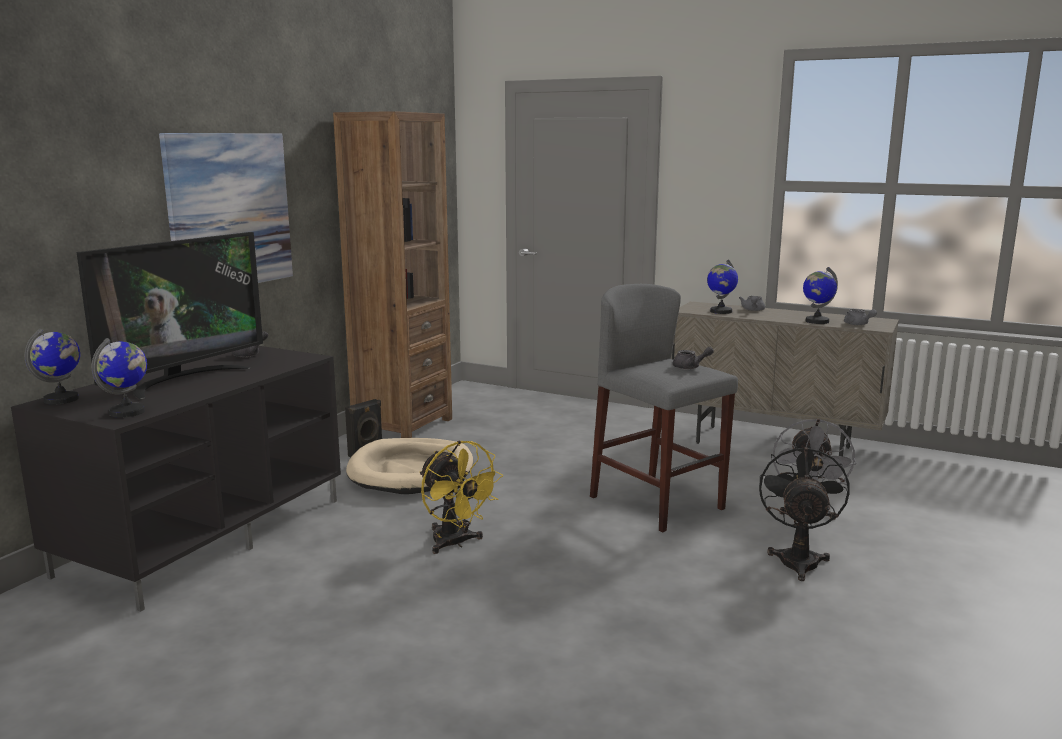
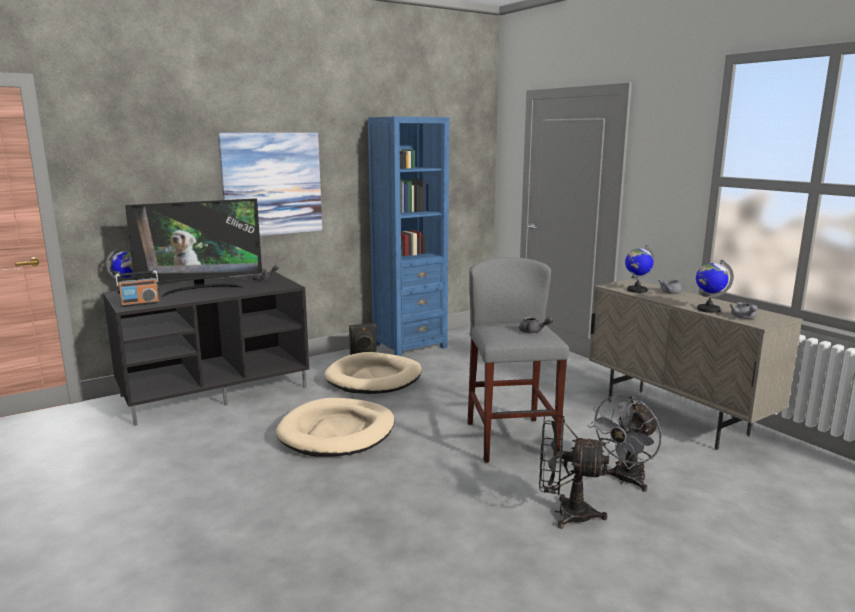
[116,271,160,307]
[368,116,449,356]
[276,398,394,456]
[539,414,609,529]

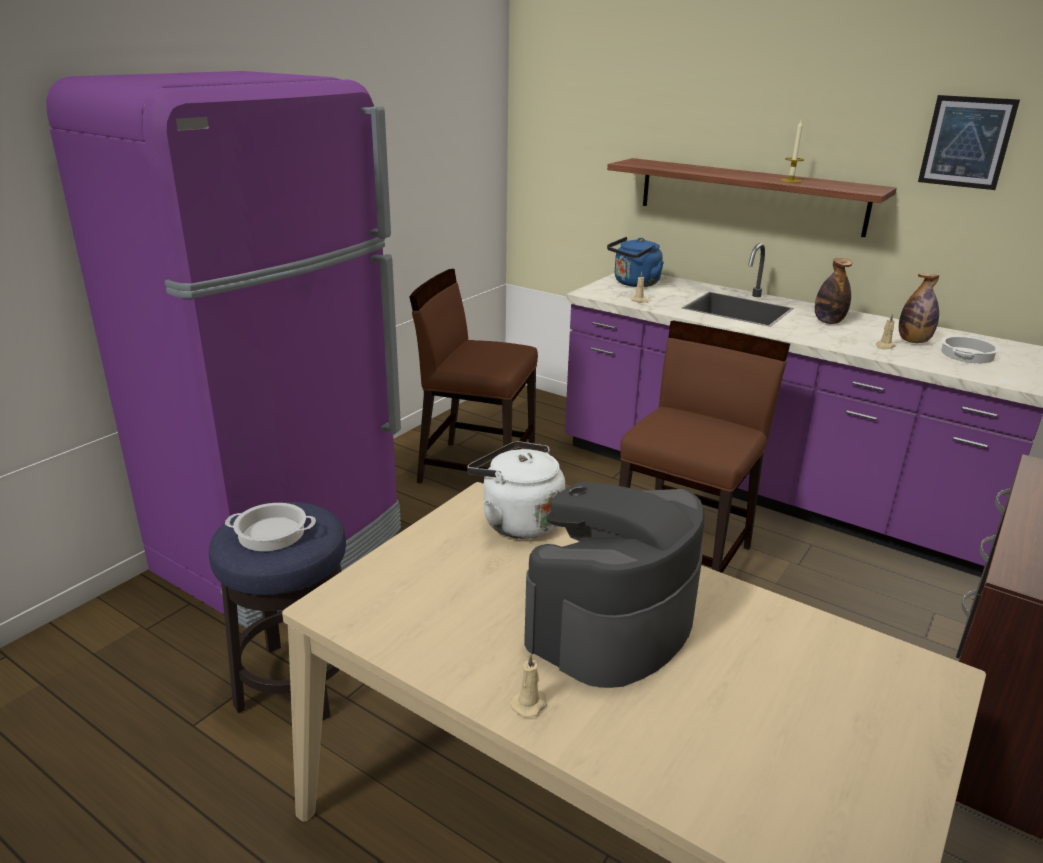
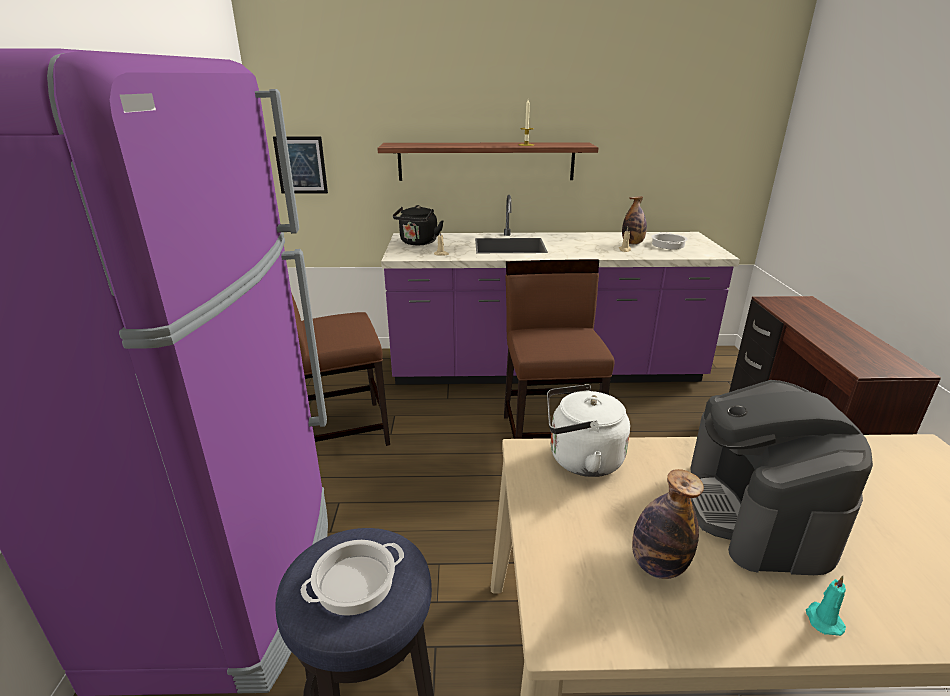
[806,576,846,636]
[393,205,444,245]
[632,469,704,579]
[273,136,328,194]

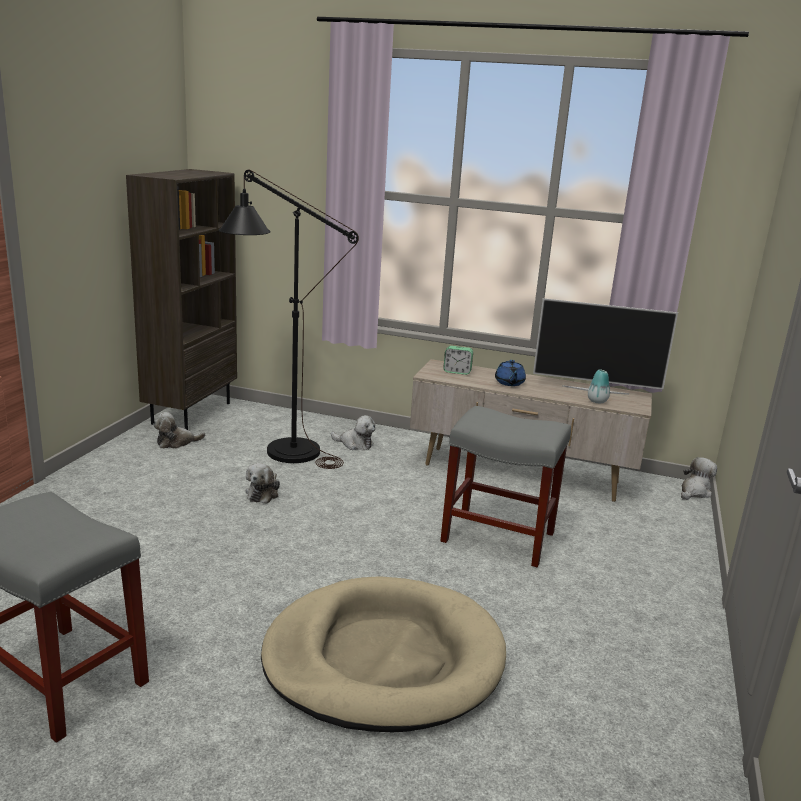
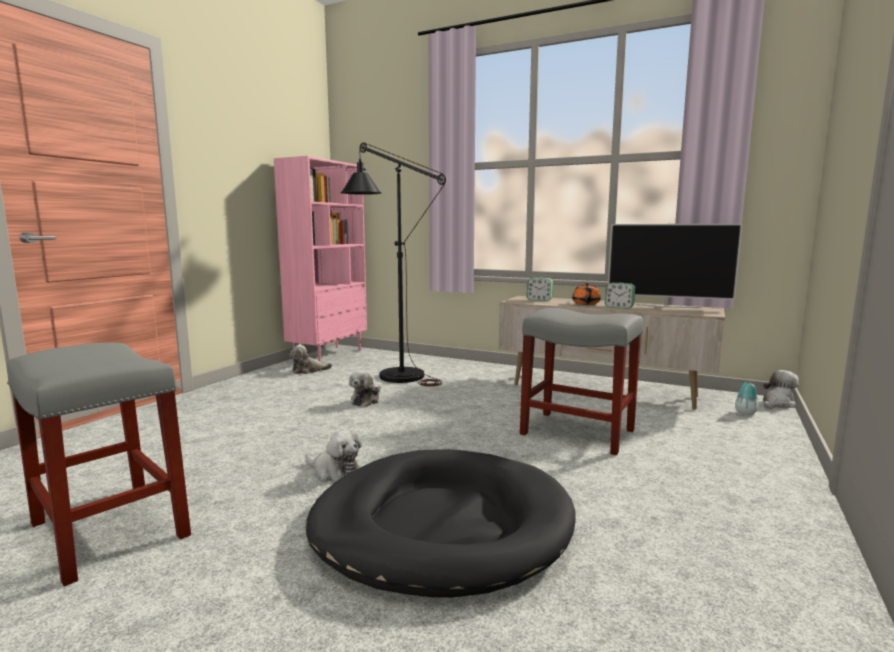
[274,156,367,362]
[306,449,576,598]
[305,429,362,482]
[572,282,601,305]
[735,382,758,415]
[605,283,635,309]

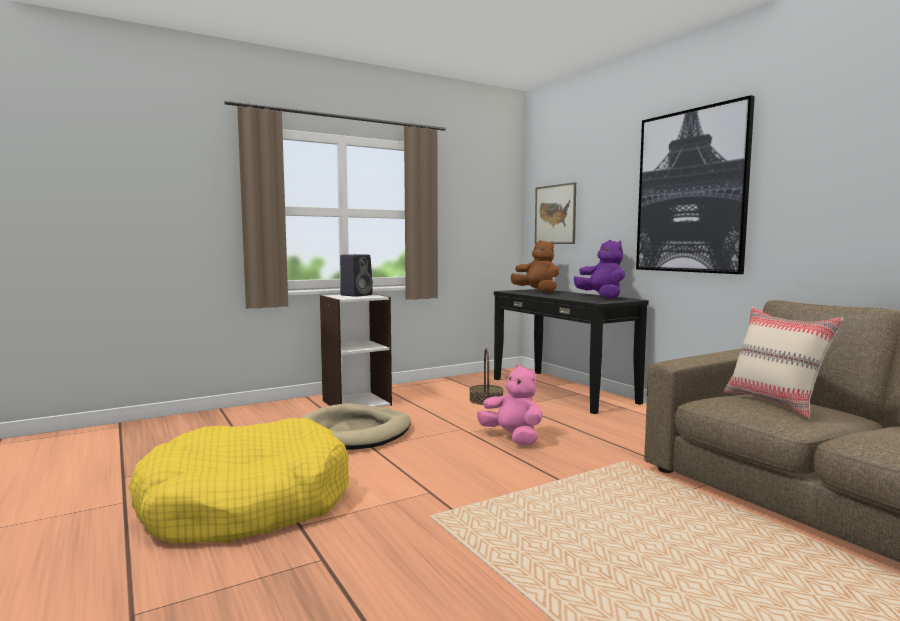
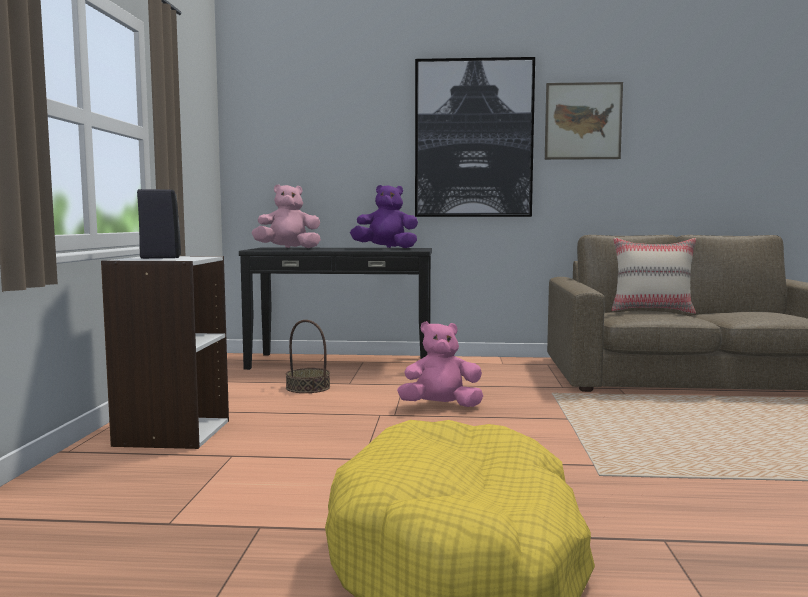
[301,403,411,450] (first image)
[251,184,321,248]
[545,82,623,160]

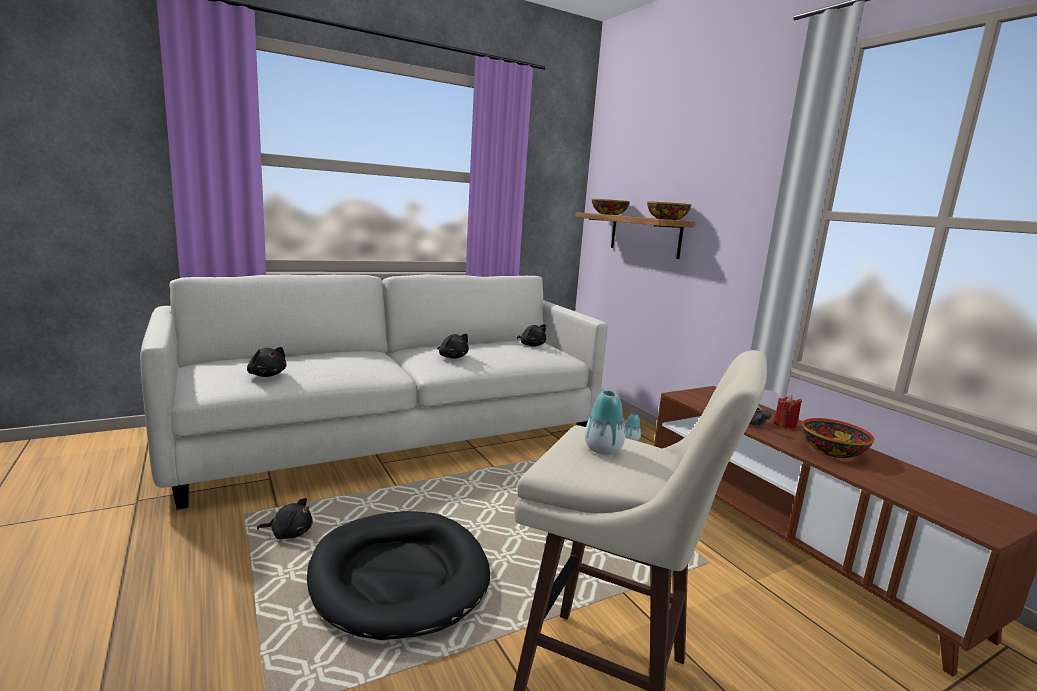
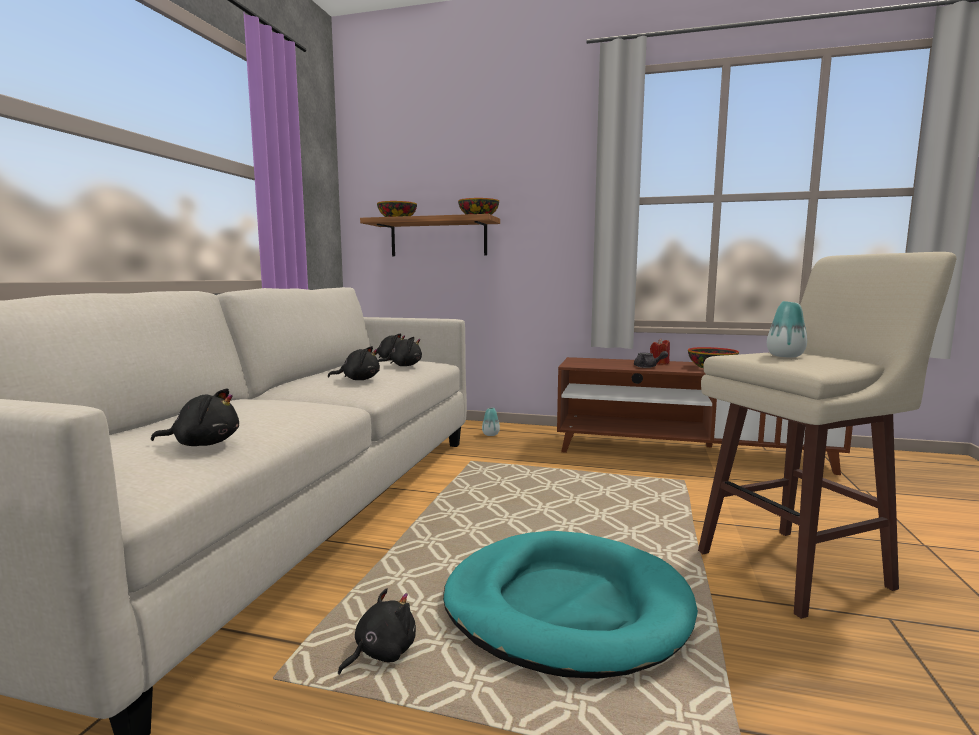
[443,531,698,679]
[378,337,422,366]

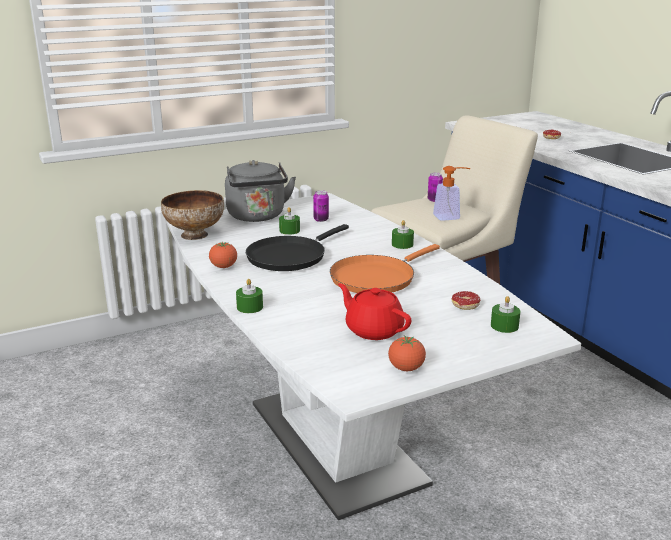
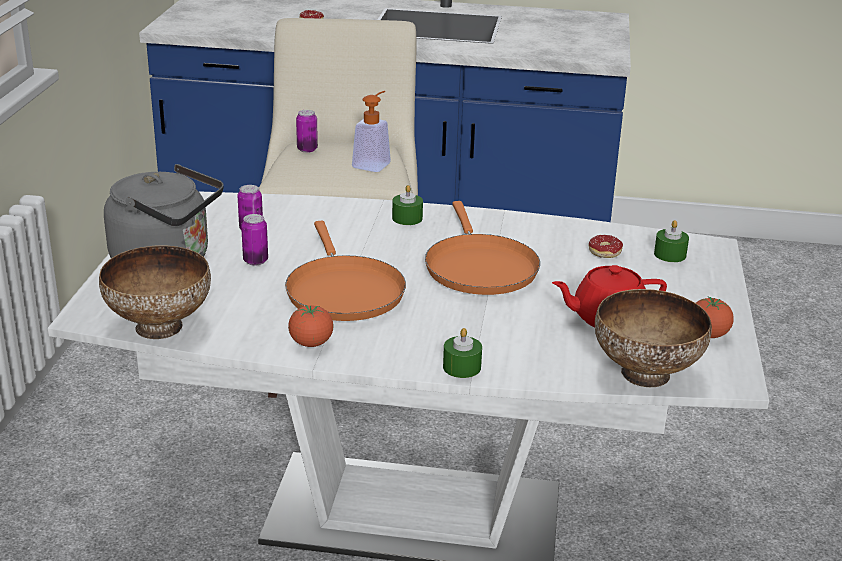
[285,221,406,321]
[241,214,268,266]
[595,289,712,387]

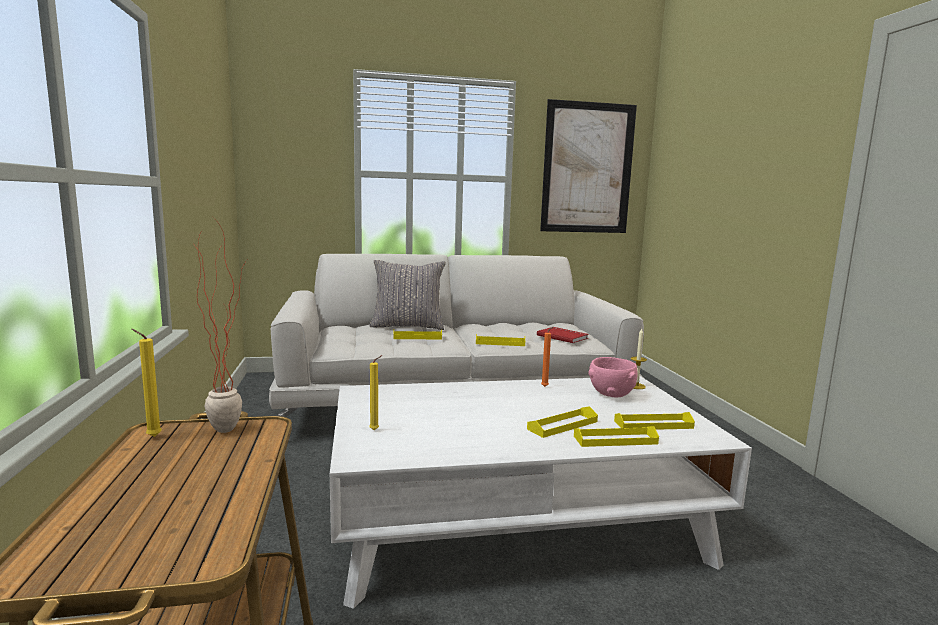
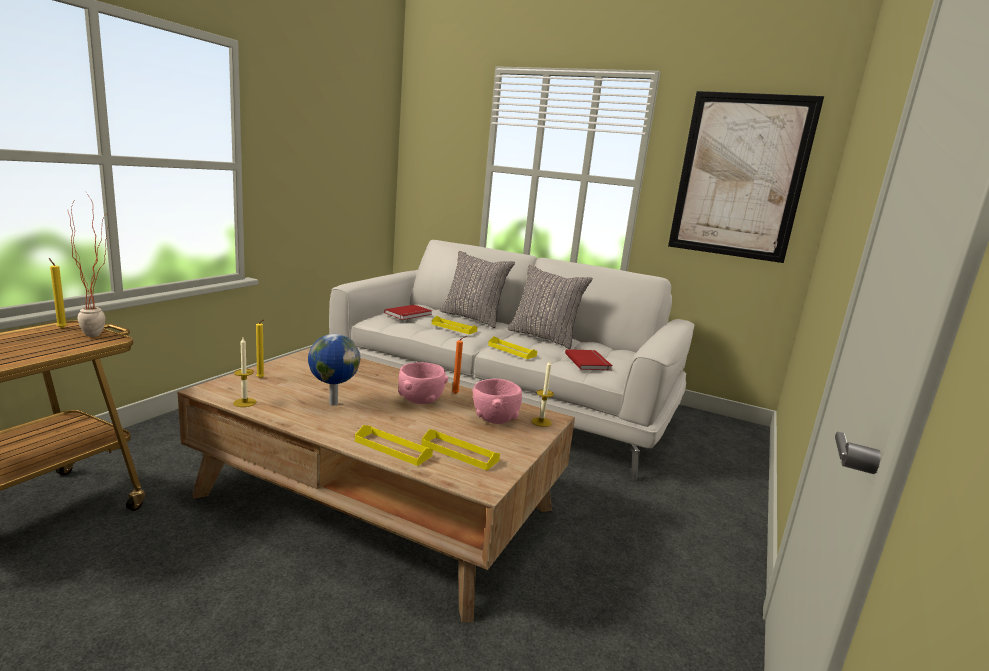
[177,348,575,622]
[527,406,598,438] (first image)
[233,338,256,407]
[308,334,360,405]
[384,305,432,320]
[398,362,448,404]
[507,265,593,349]

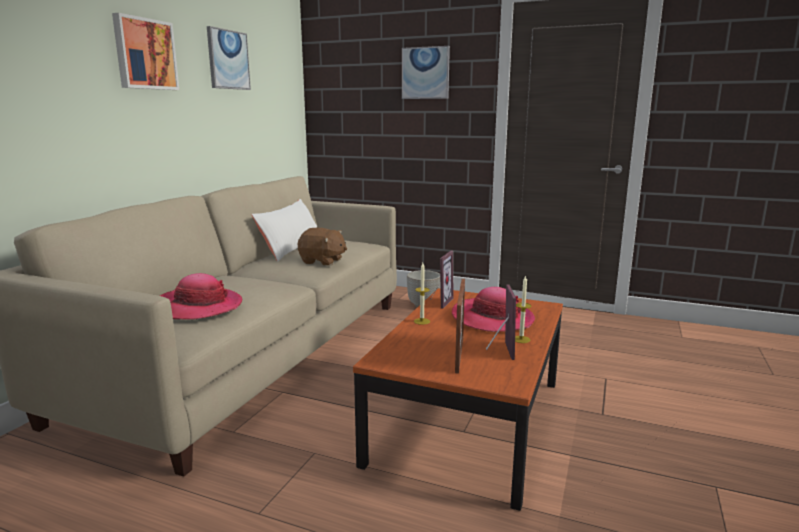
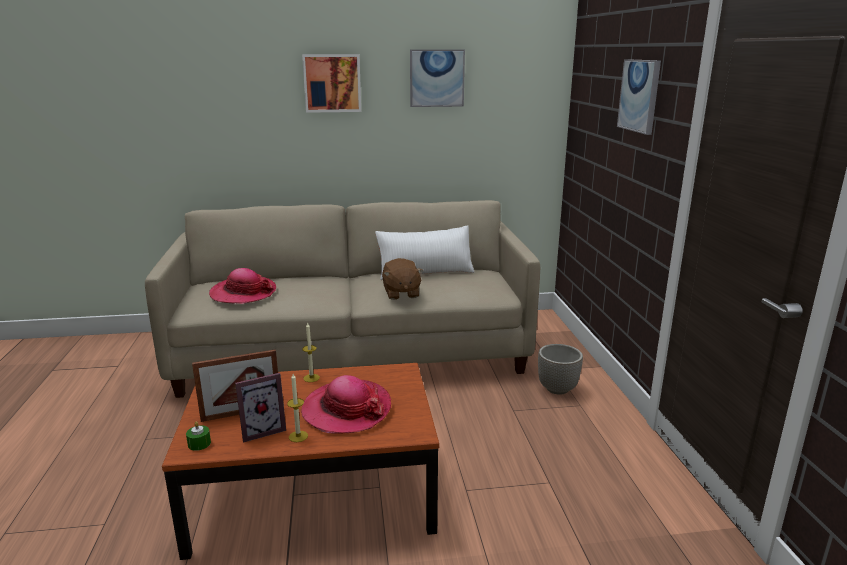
[430,250,454,309] (first image)
[186,421,211,451]

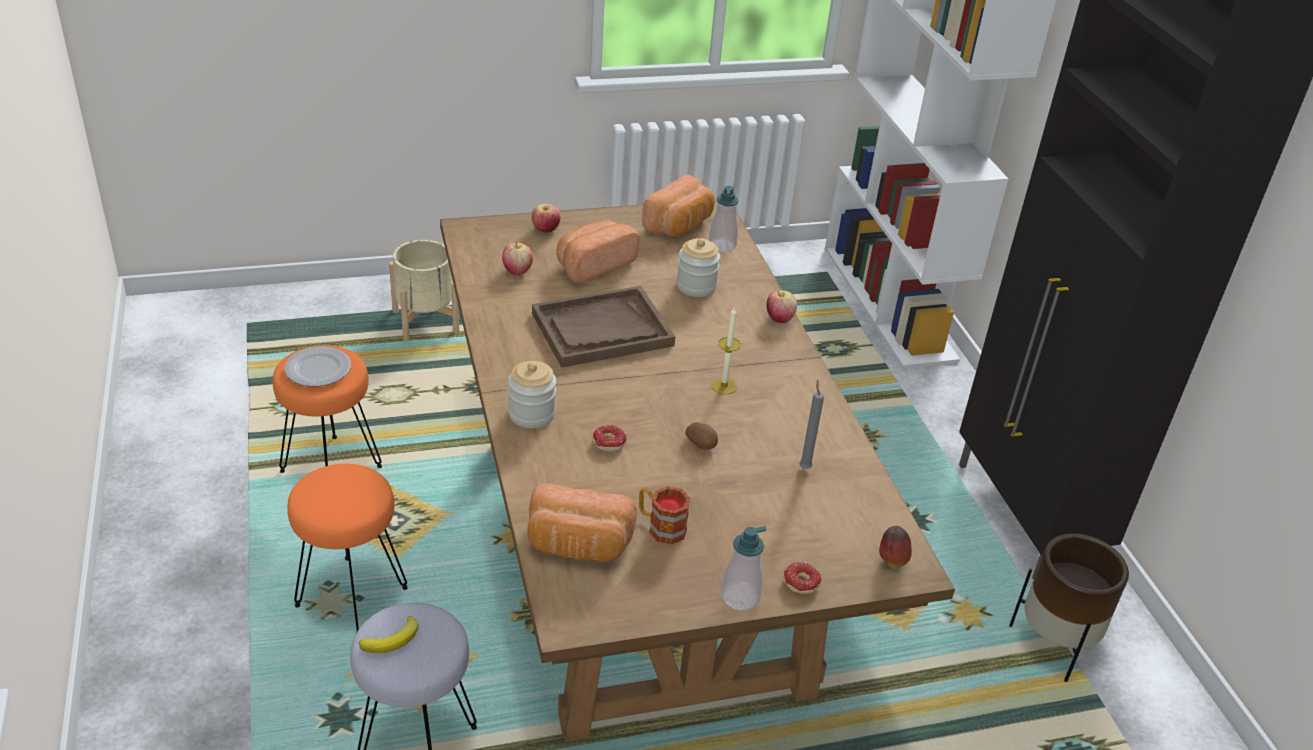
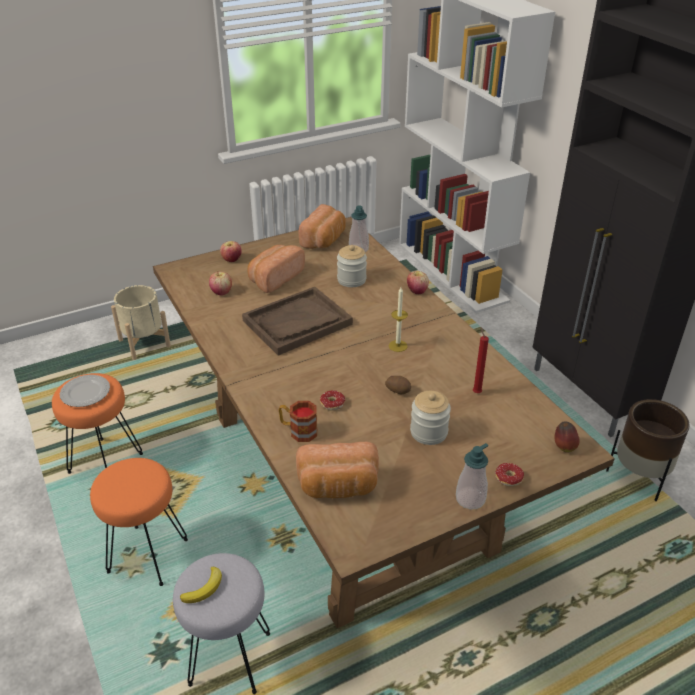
[410,391,451,445]
[279,401,317,442]
[473,327,489,393]

